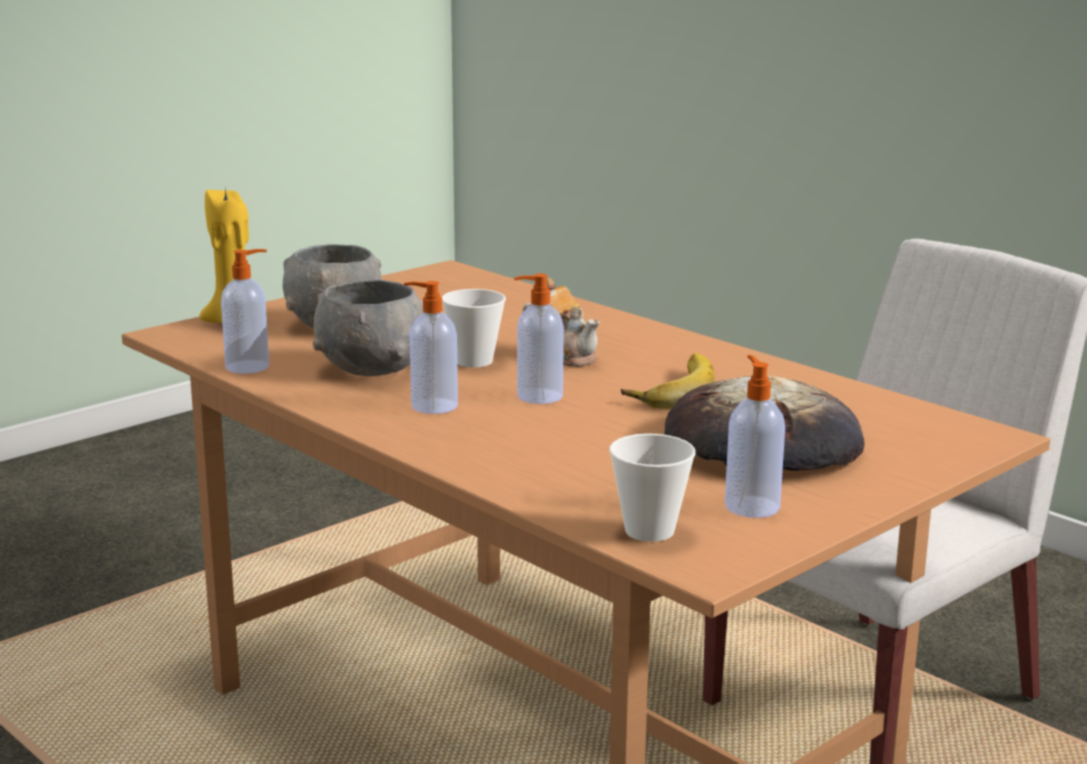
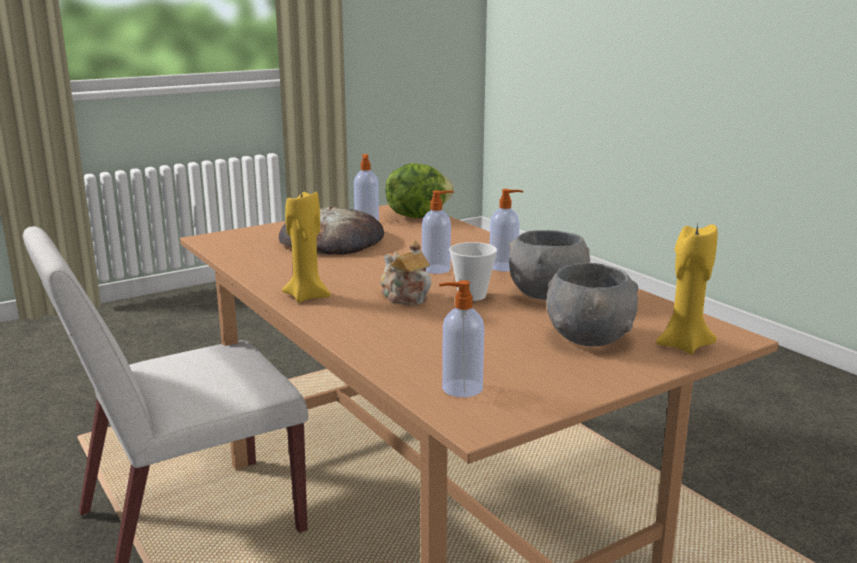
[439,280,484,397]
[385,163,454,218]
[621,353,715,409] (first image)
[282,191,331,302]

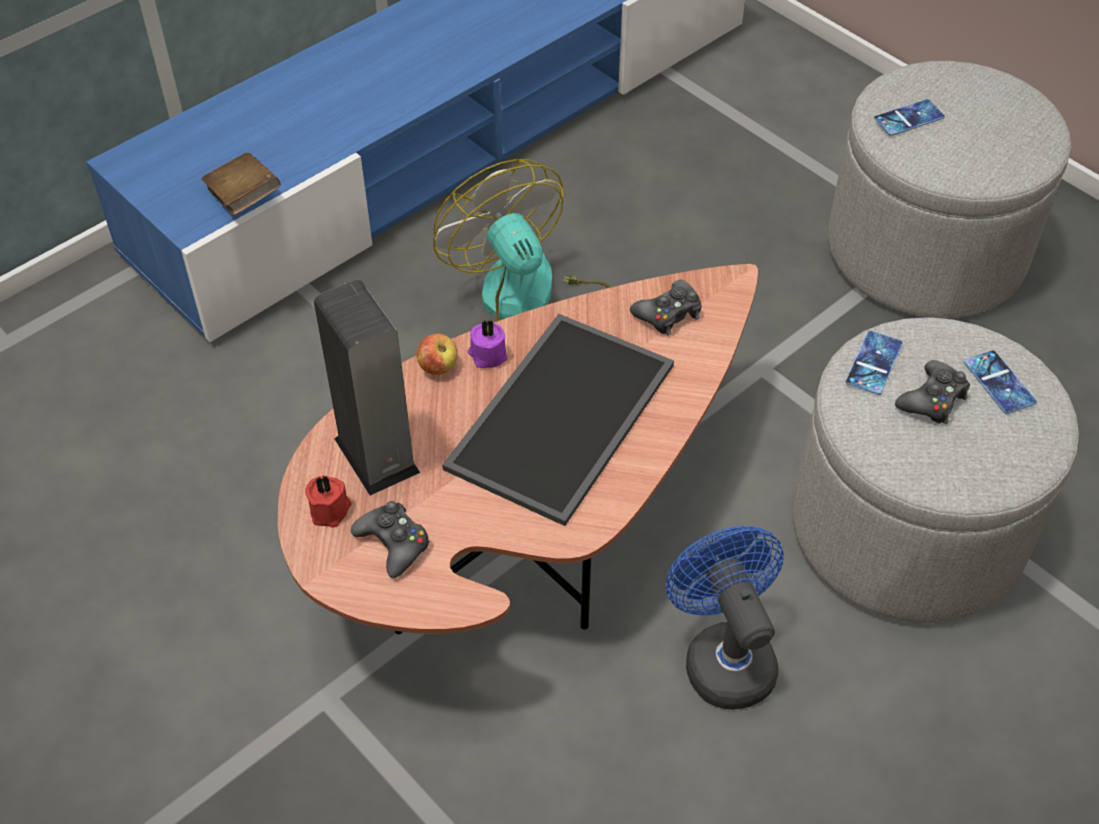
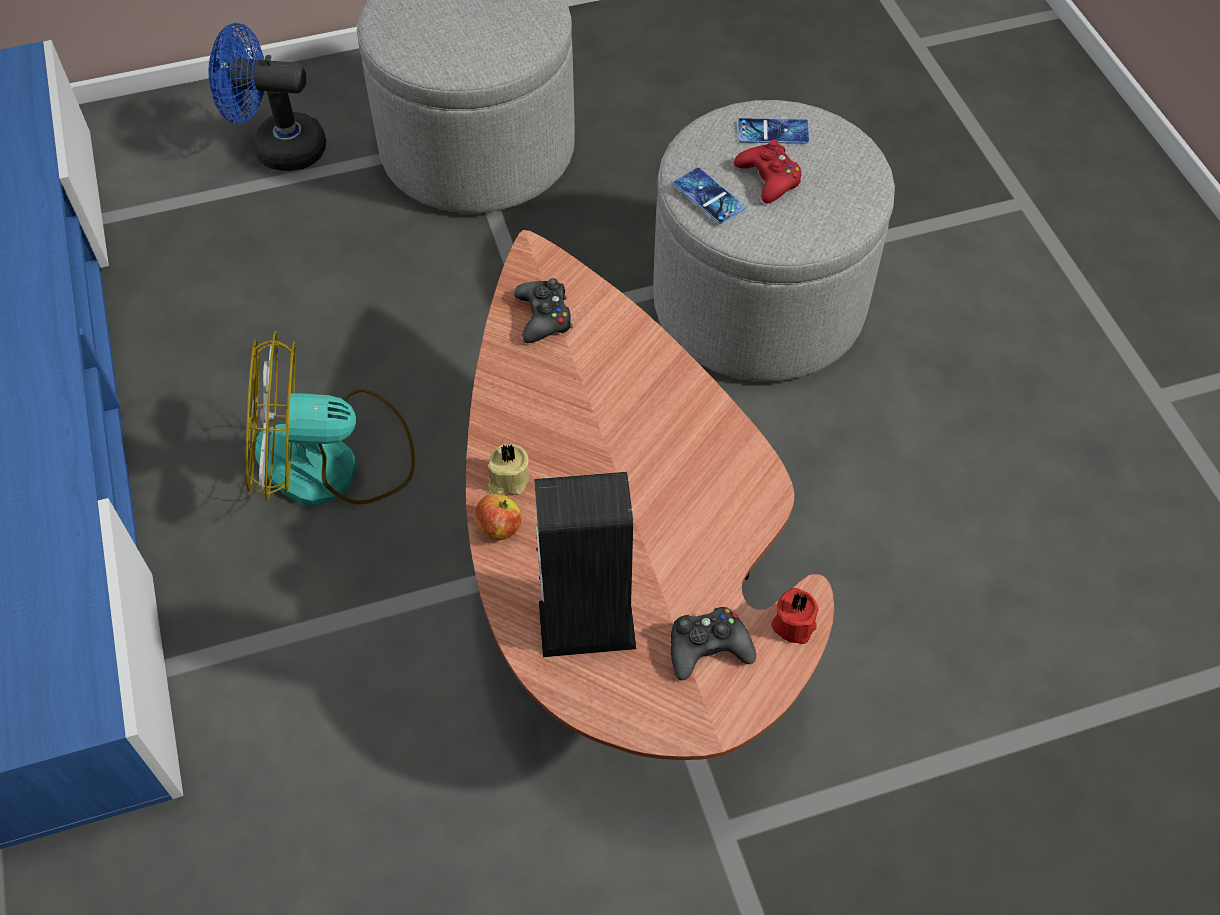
[201,153,281,215] (first image)
[771,588,819,644]
[442,313,674,526] (first image)
[488,444,529,495]
[209,23,326,171]
[874,99,945,136] (first image)
[734,140,802,203]

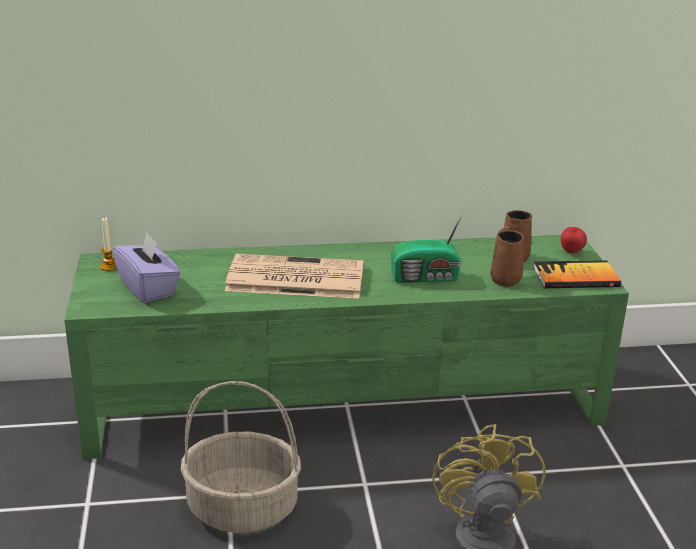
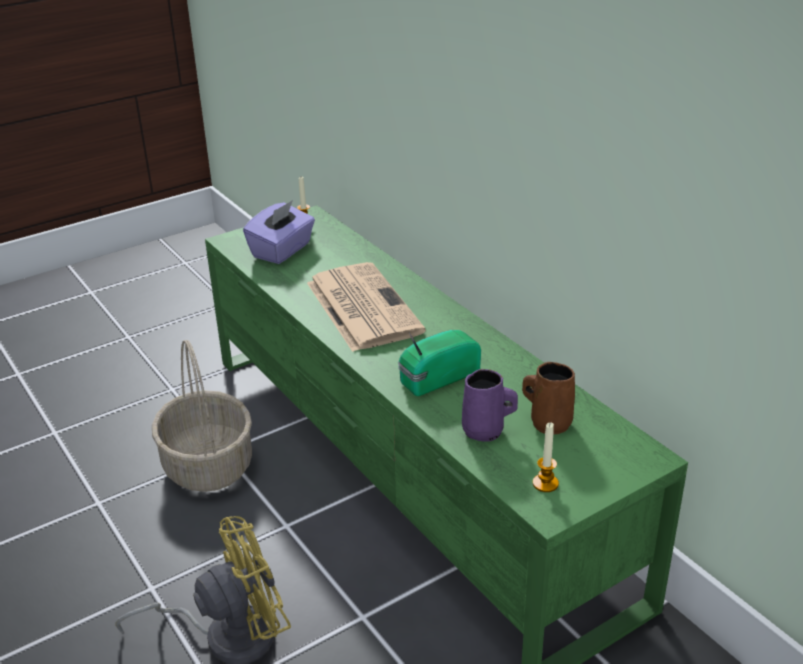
[398,330,481,396]
[462,369,518,442]
[533,423,559,492]
[561,227,587,253] (first image)

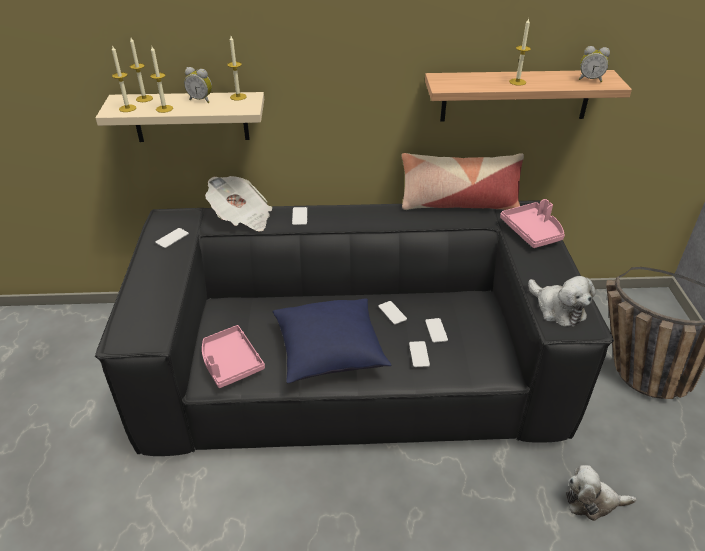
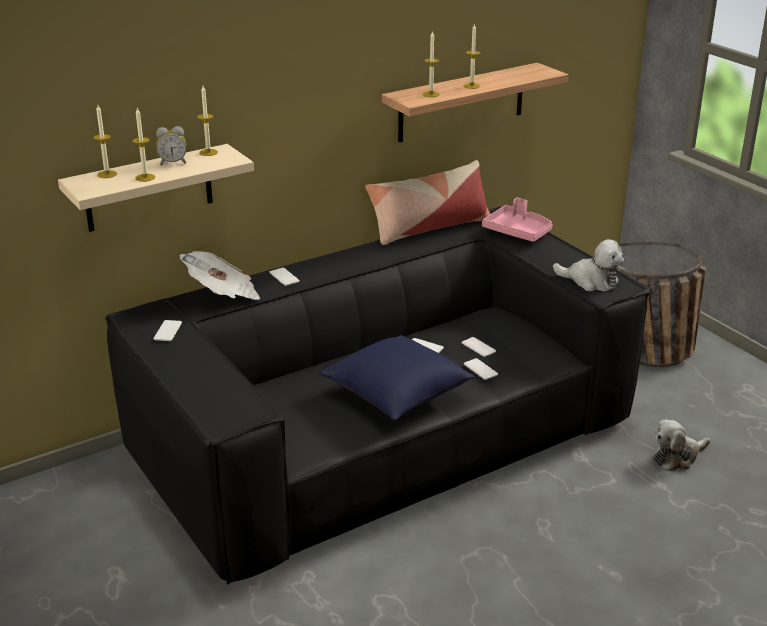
[423,31,440,97]
[202,325,265,388] (first image)
[579,46,610,82] (first image)

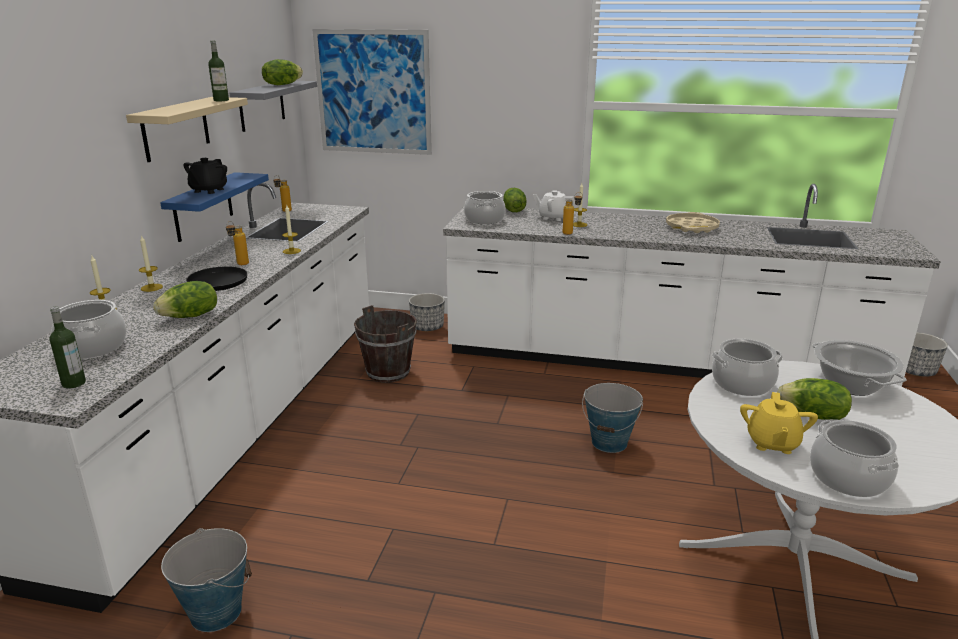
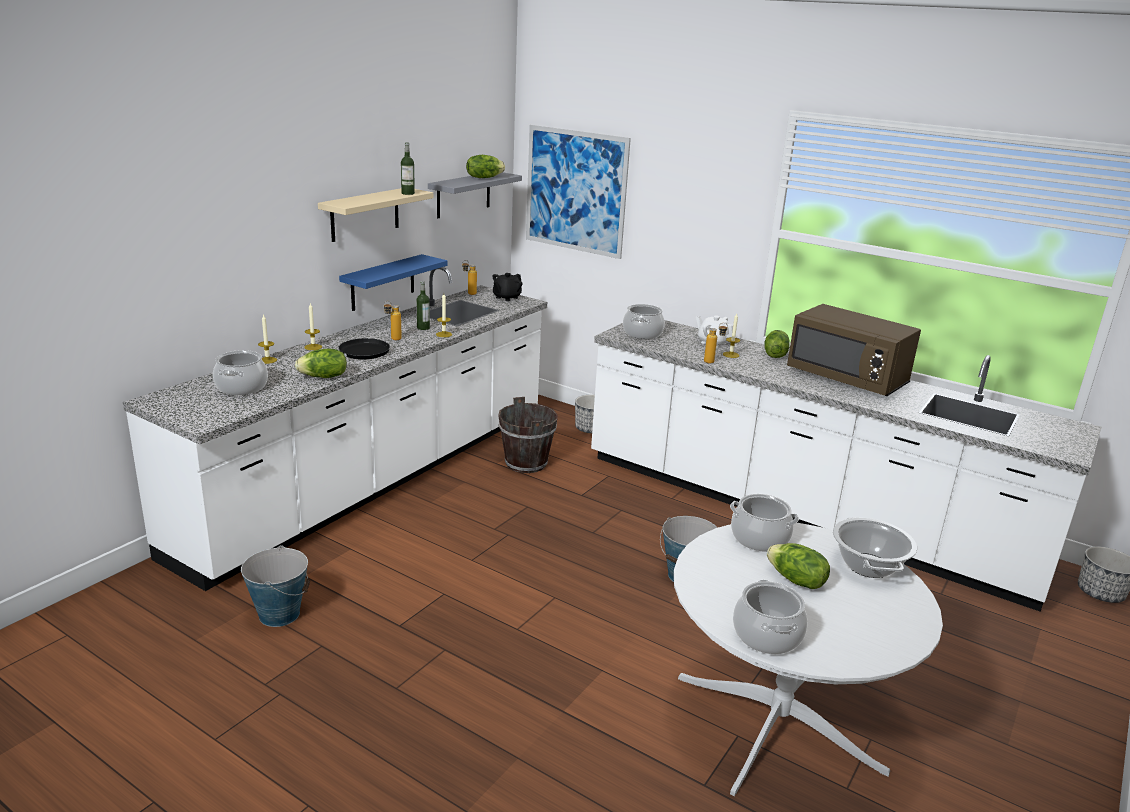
[417,281,430,330]
[493,273,523,301]
[764,330,790,358]
[787,304,921,396]
[740,392,818,454] (first image)

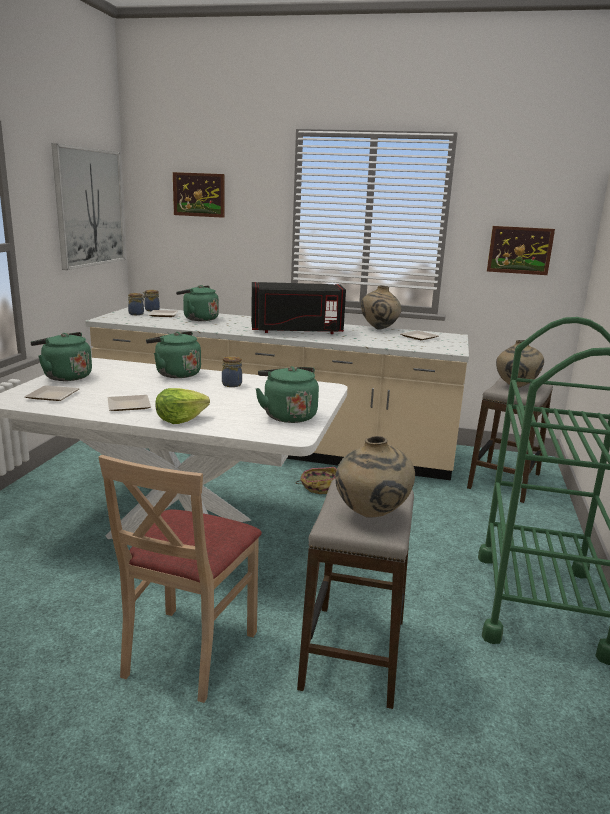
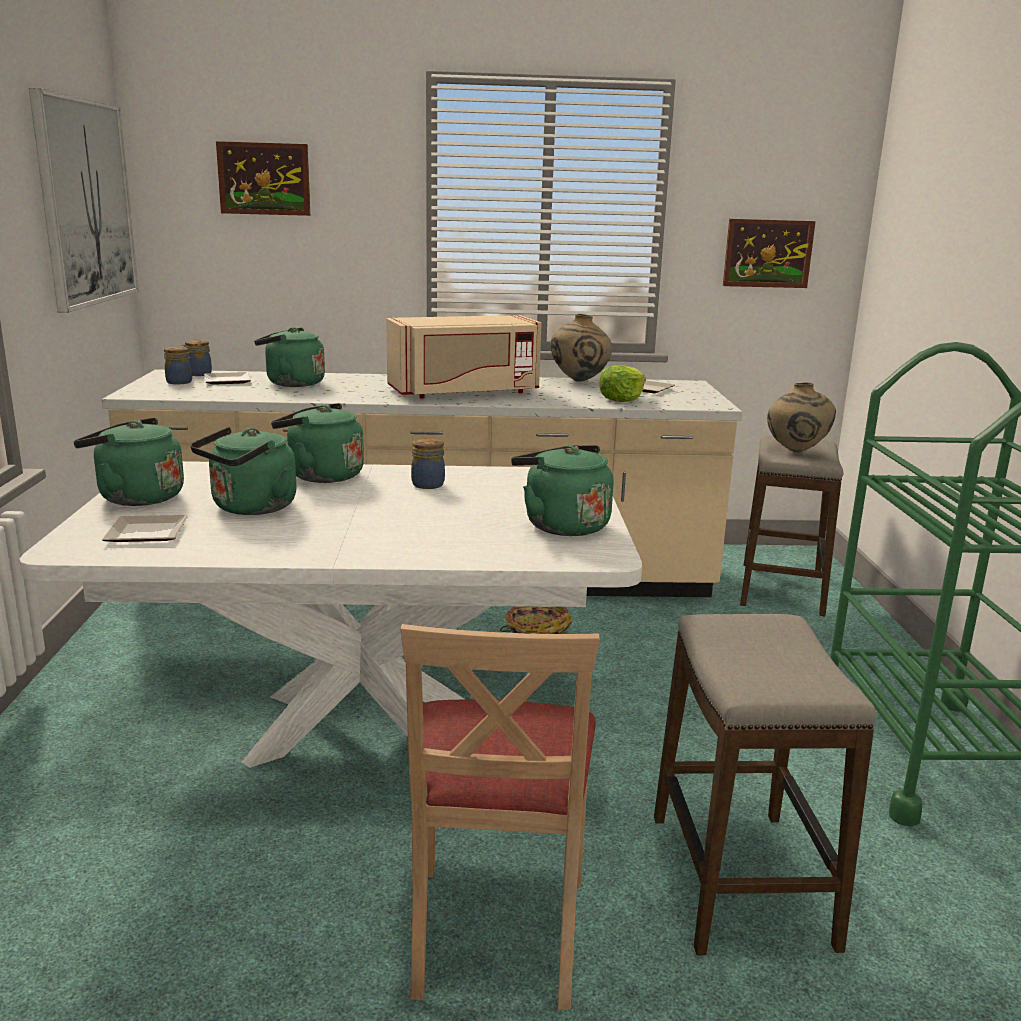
[107,395,151,411] (first image)
[599,366,646,402]
[386,315,542,398]
[335,436,415,518] (first image)
[190,427,297,515]

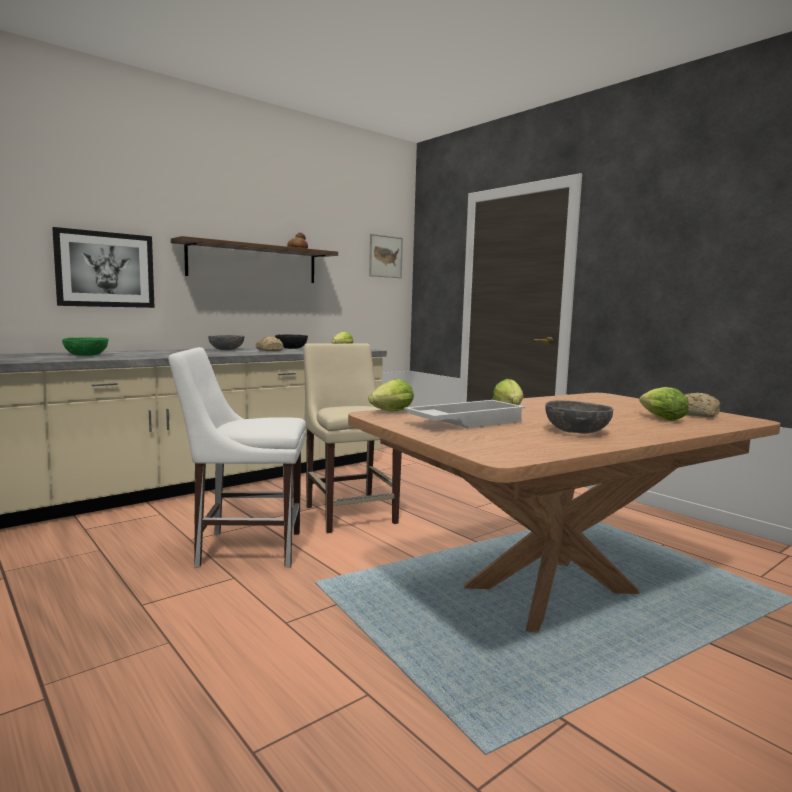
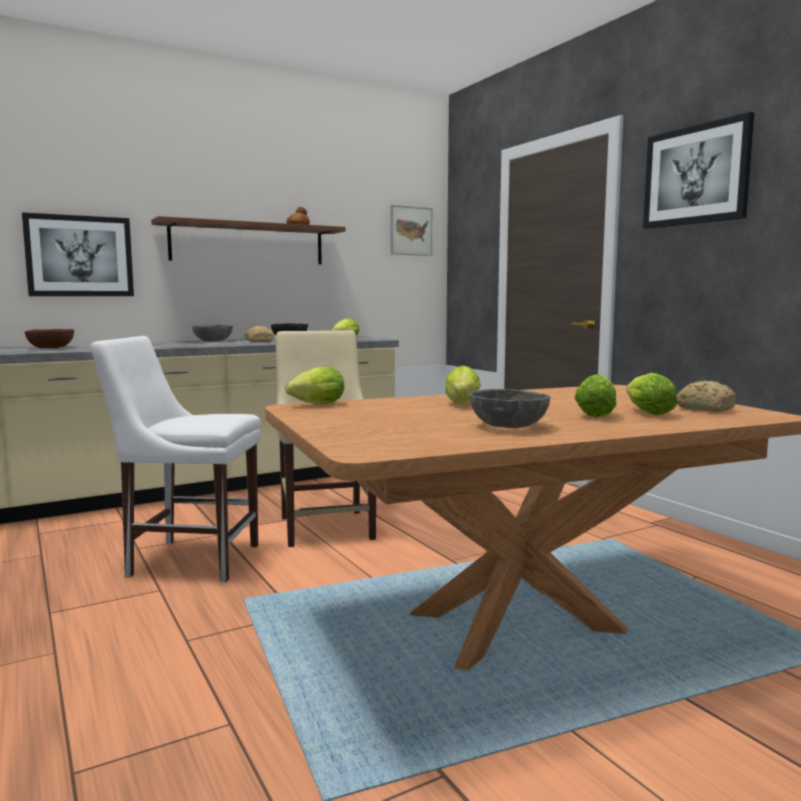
[25,329,74,349]
[404,400,525,428] (first image)
[575,374,616,417]
[643,112,754,229]

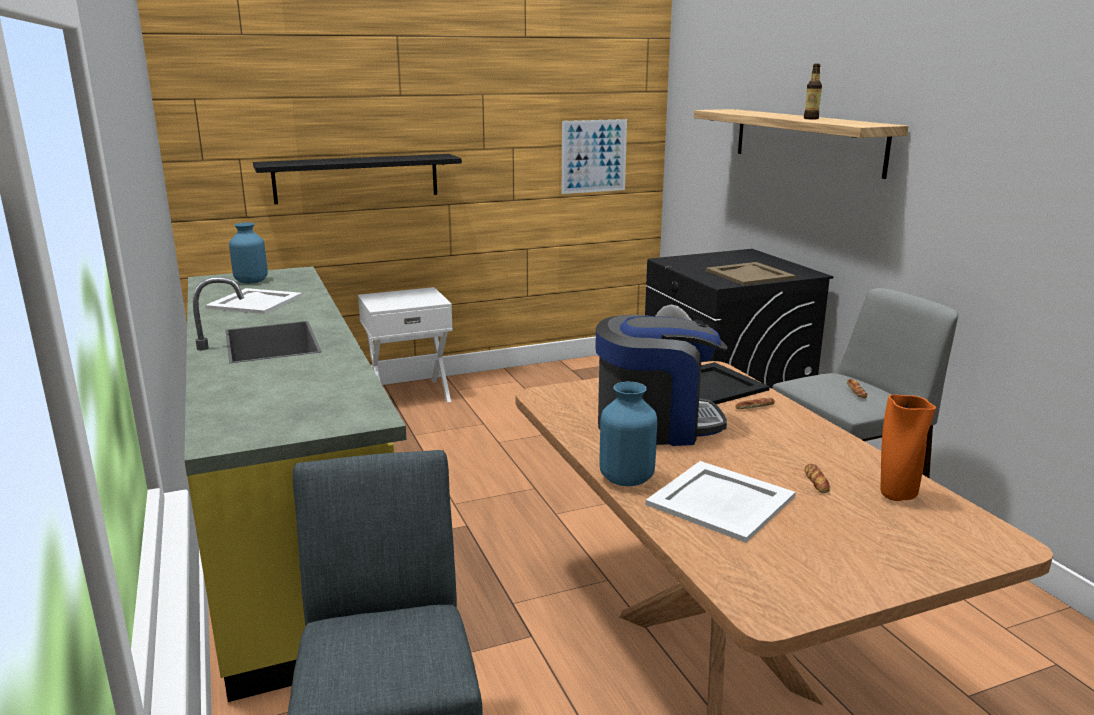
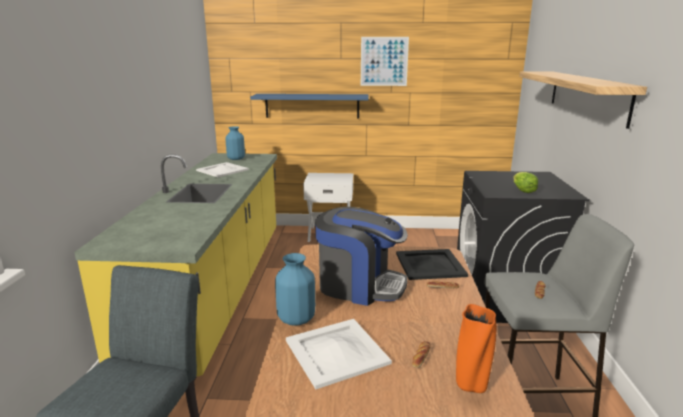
[250,94,368,119]
[361,37,409,86]
[513,172,538,193]
[804,63,822,119] (first image)

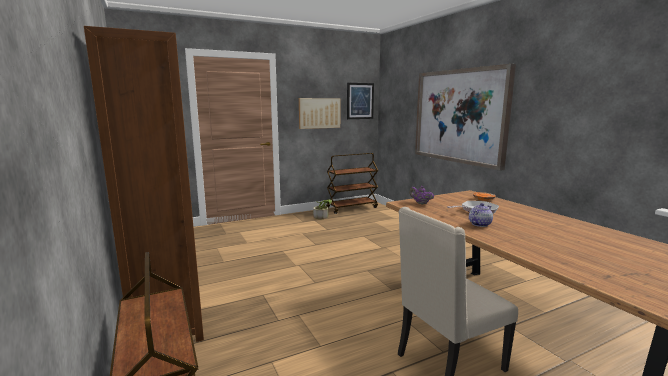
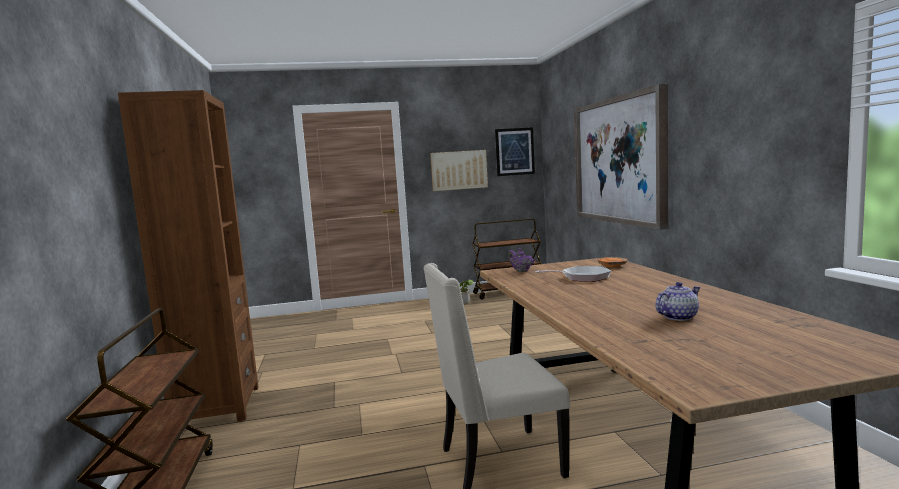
[655,282,700,321]

